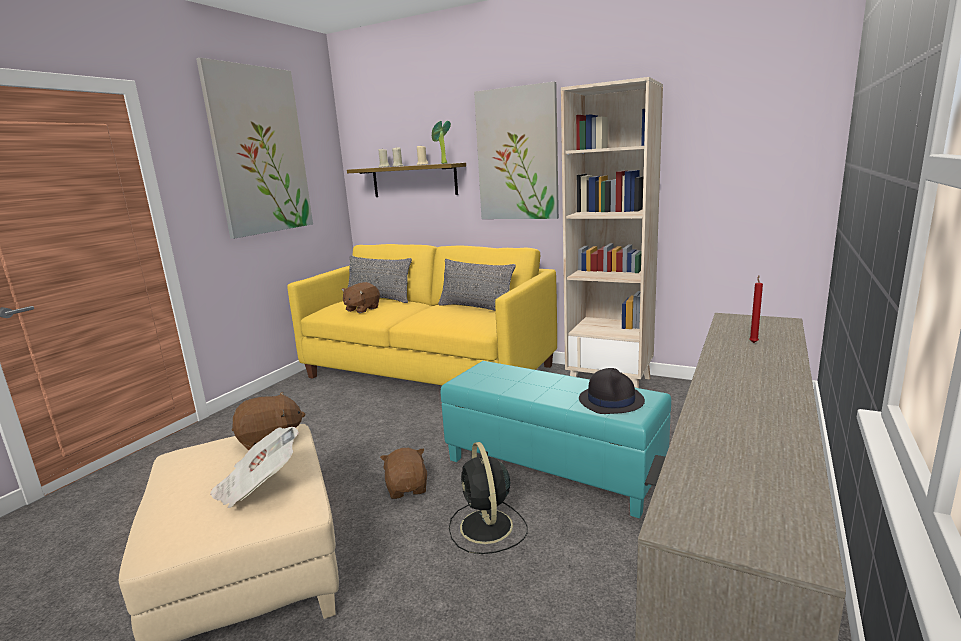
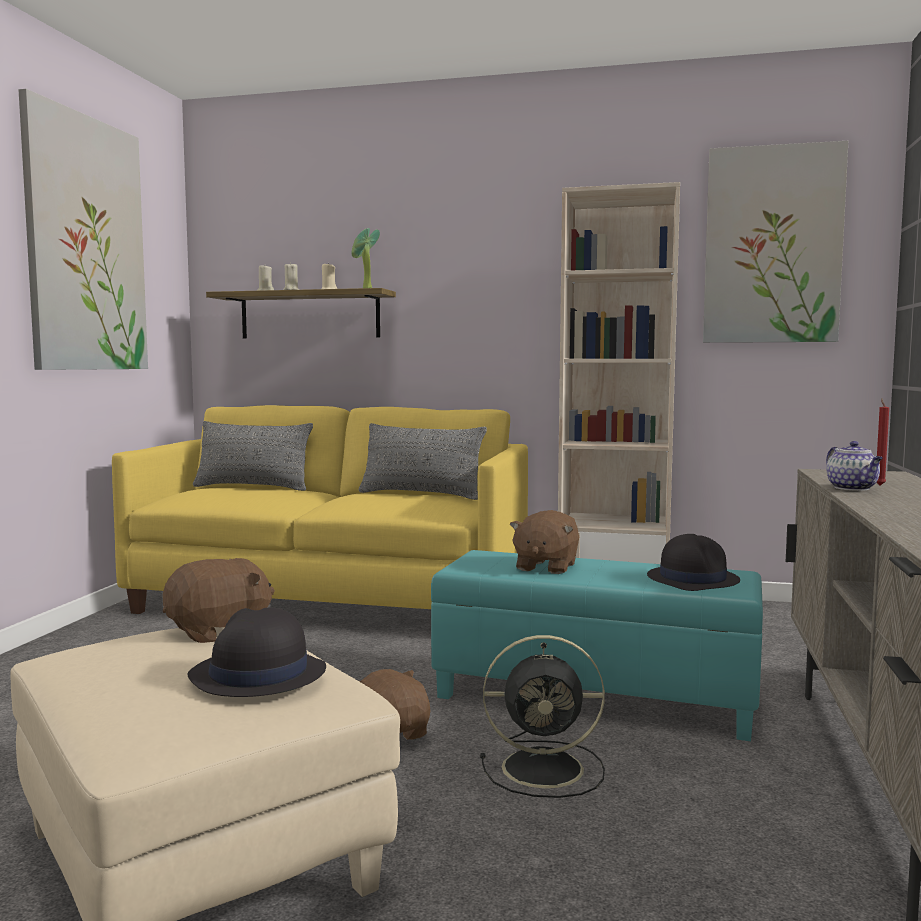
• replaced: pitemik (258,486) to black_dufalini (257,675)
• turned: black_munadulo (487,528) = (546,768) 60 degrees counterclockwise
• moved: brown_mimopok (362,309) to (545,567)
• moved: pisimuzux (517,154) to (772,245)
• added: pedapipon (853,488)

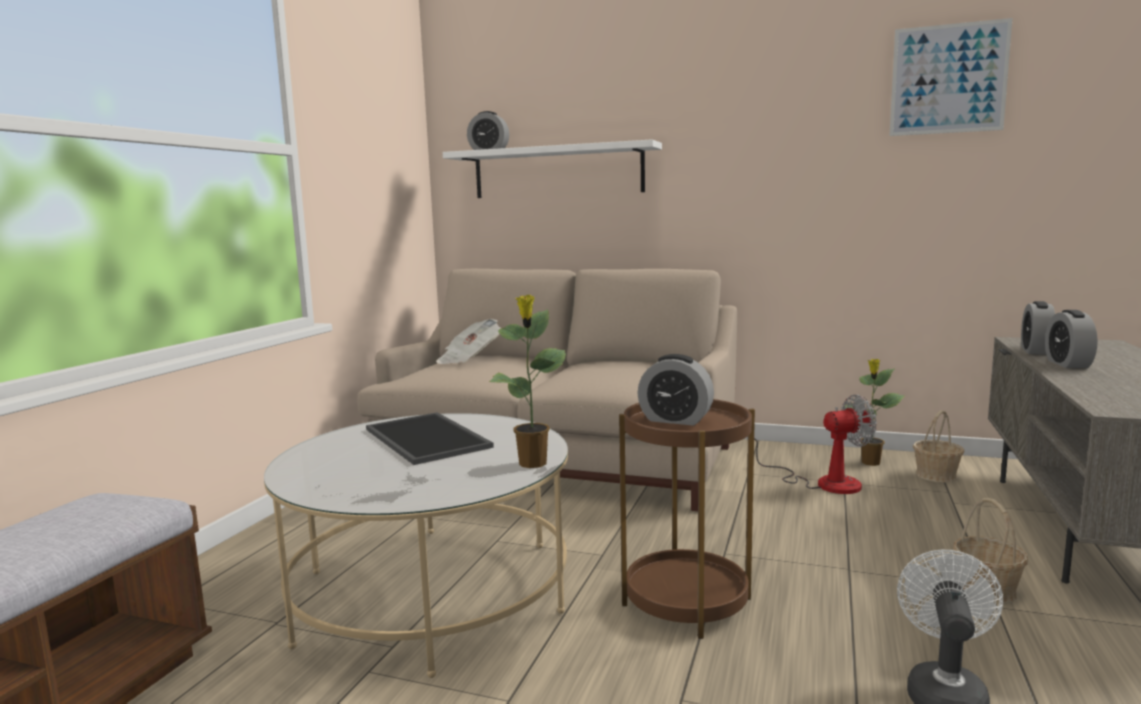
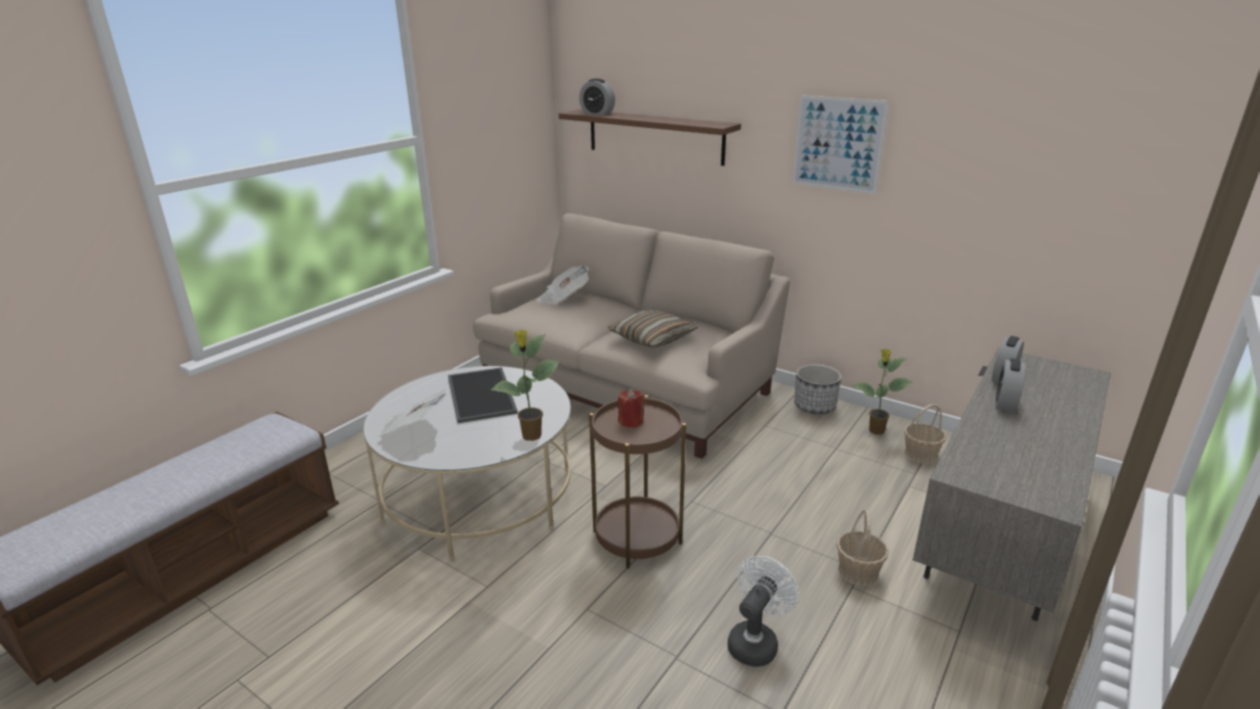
• added: pitemik (414,430)
• recoloured: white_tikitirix (557,172) to brown_tikitirix (655,136)
• added: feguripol (652,338)
• replaced: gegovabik (675,420) to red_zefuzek (631,421)
• moved: pisimuzux (948,79) to (838,144)
• added: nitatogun (815,406)
• removed: munadulo (823,482)

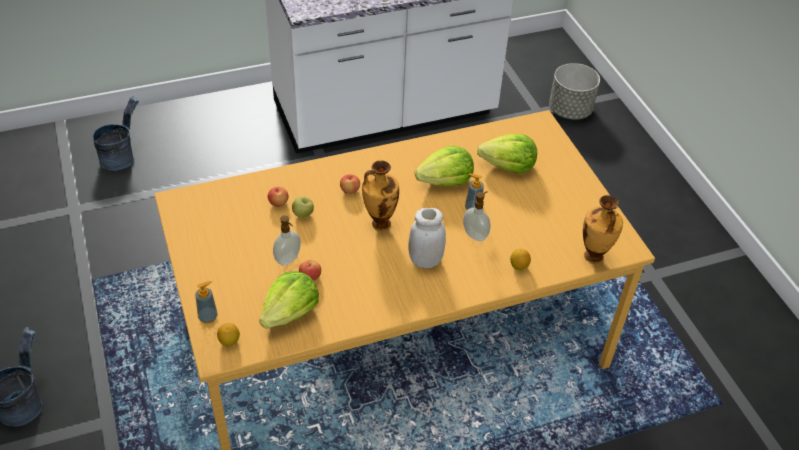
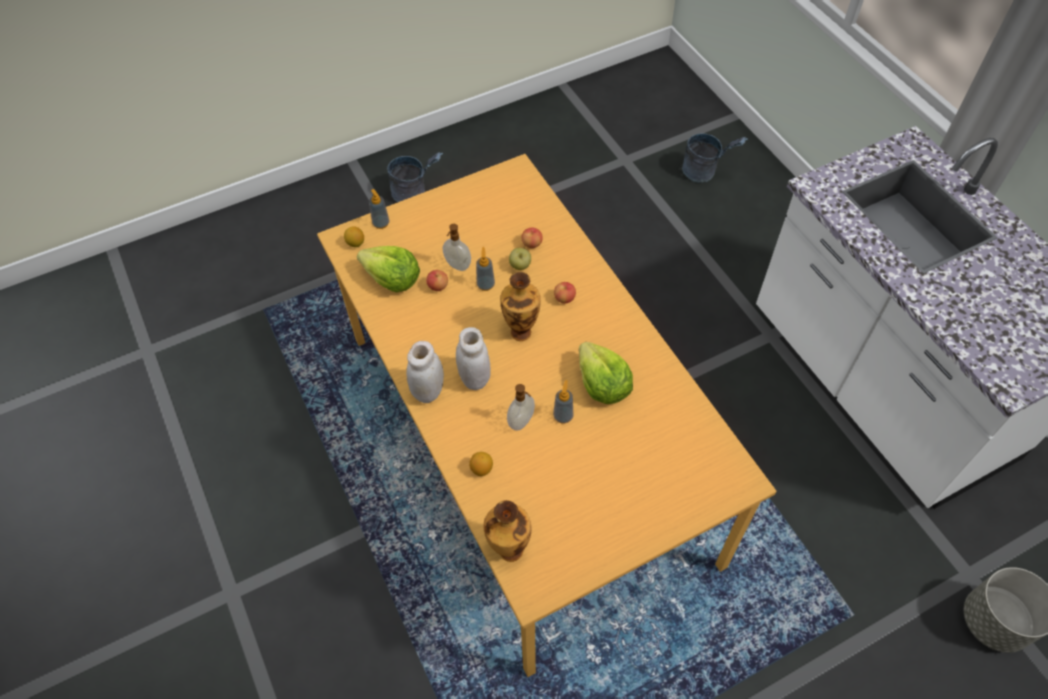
• added: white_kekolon (428,391)
• added: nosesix (485,284)
• removed: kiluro (508,166)

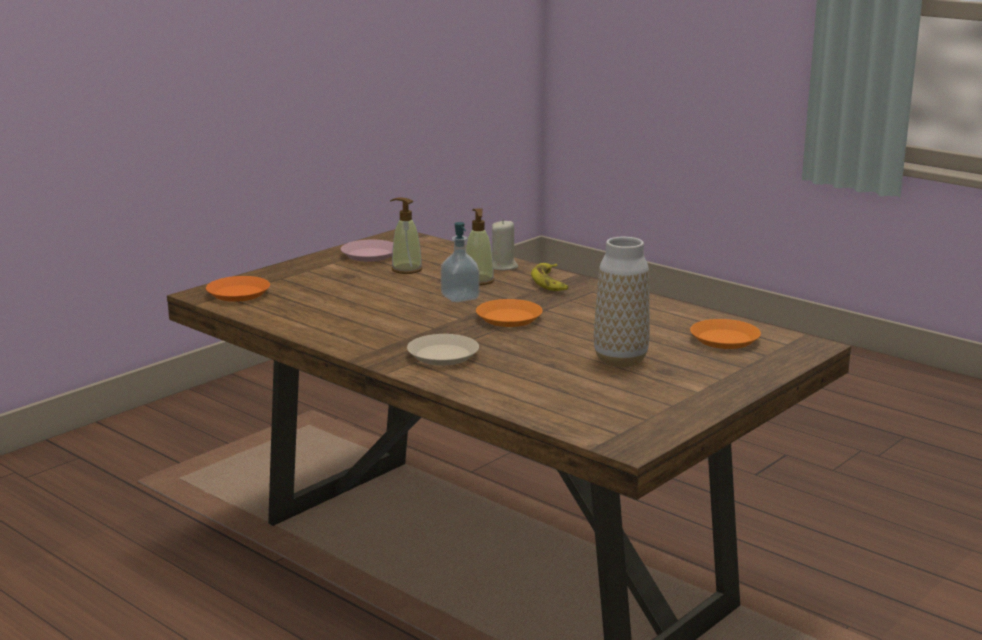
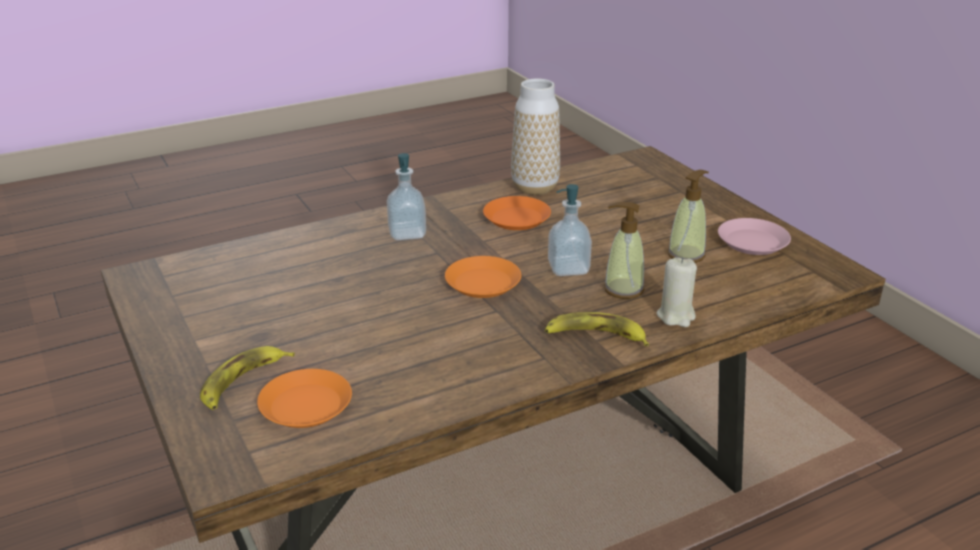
• added: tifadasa (243,382)
• replaced: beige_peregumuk (442,355) to nosesix (407,233)
• moved: orange_peregumuk (238,293) to (517,218)
• moved: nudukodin (620,360) to (535,188)

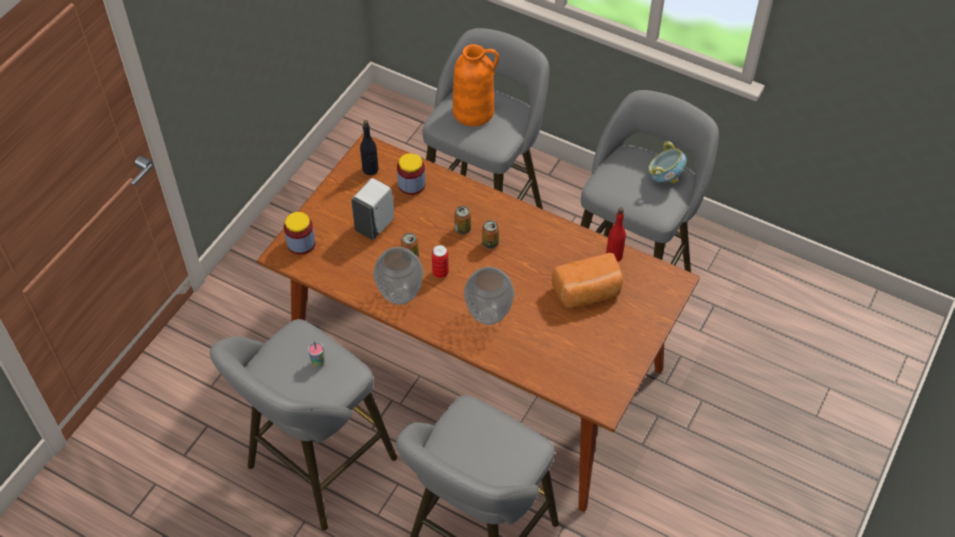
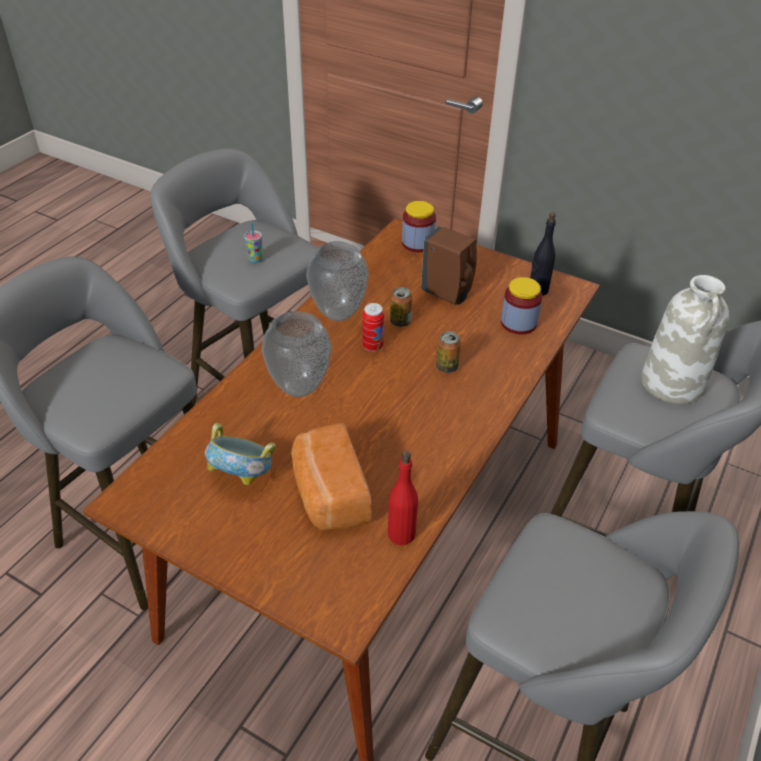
• moved: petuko (664,177) to (242,476)
• recoloured: white_nosesix (375,225) to brown_nosesix (448,295)
• recoloured: orange_nudukodin (474,111) to white_nudukodin (673,384)
• removed: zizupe (490,243)

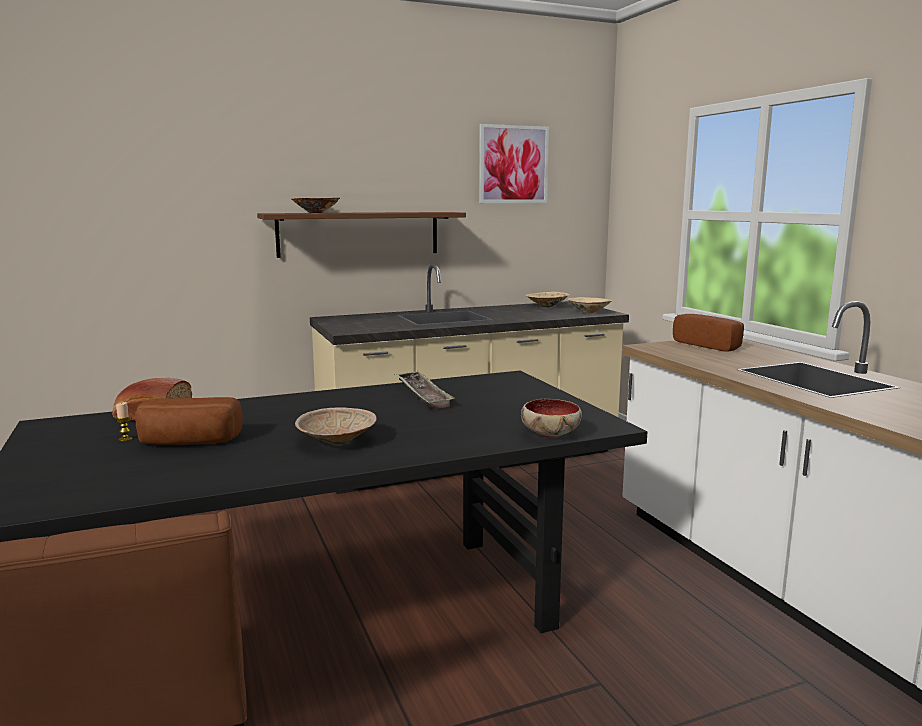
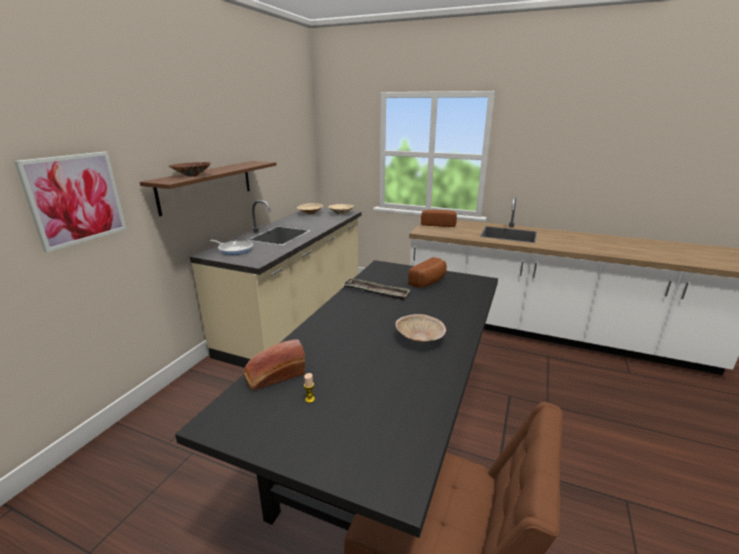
• moved: pisimuzux (513,164) to (76,199)
• added: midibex (234,249)
• moved: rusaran (188,442) to (429,282)
• removed: petuko (549,434)

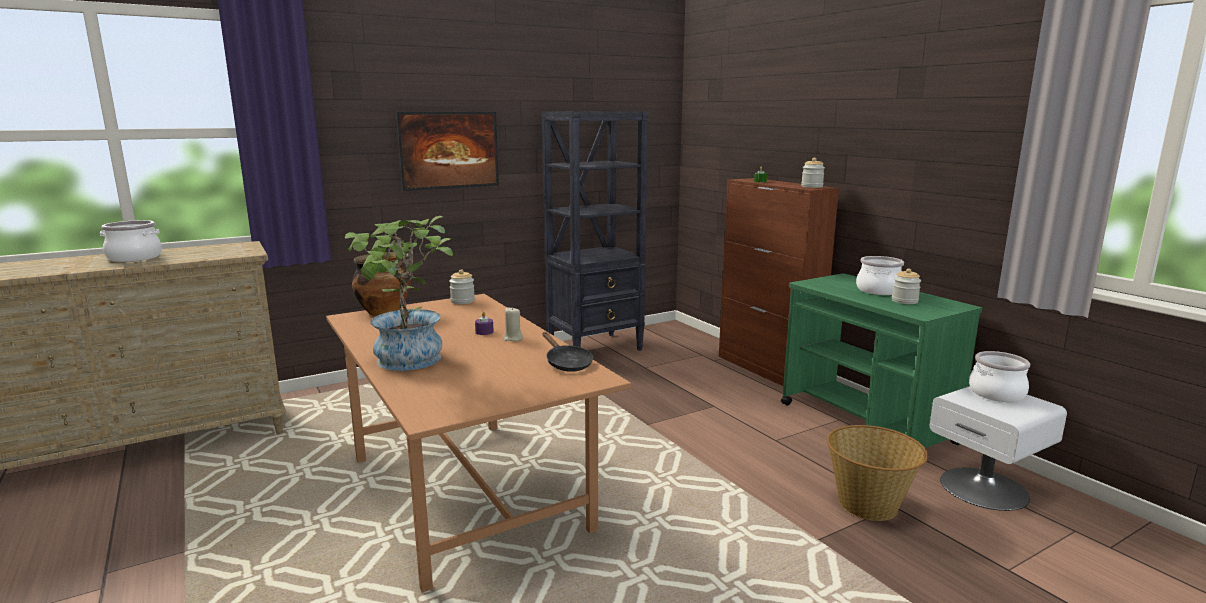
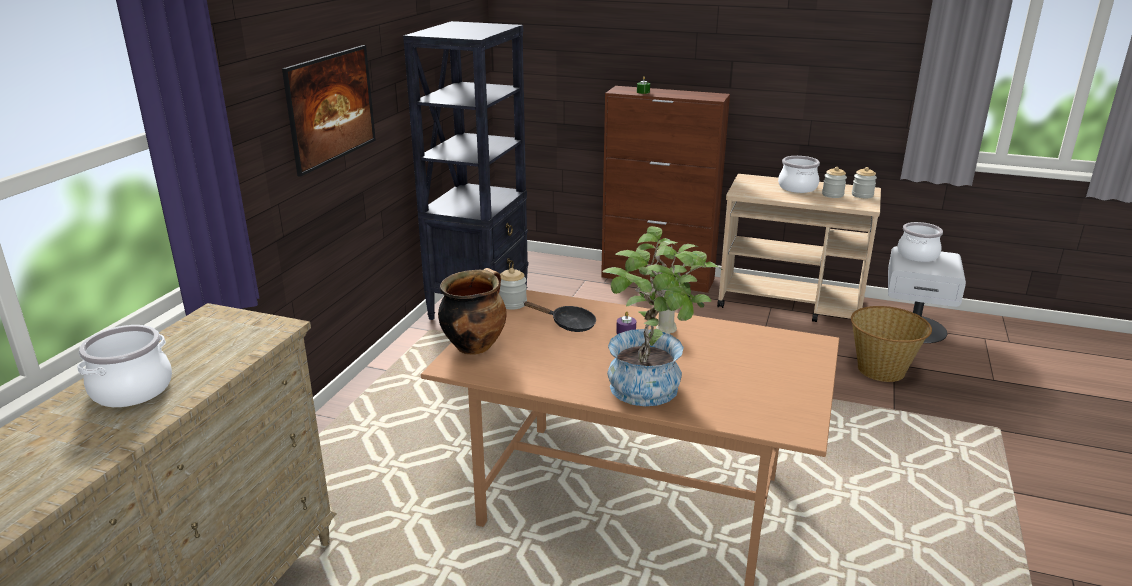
• moved: black_midibex (566,363) to (568,324)
• recoloured: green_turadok (866,423) to beige_turadok (791,304)
• moved: kekolon (812,186) to (862,195)

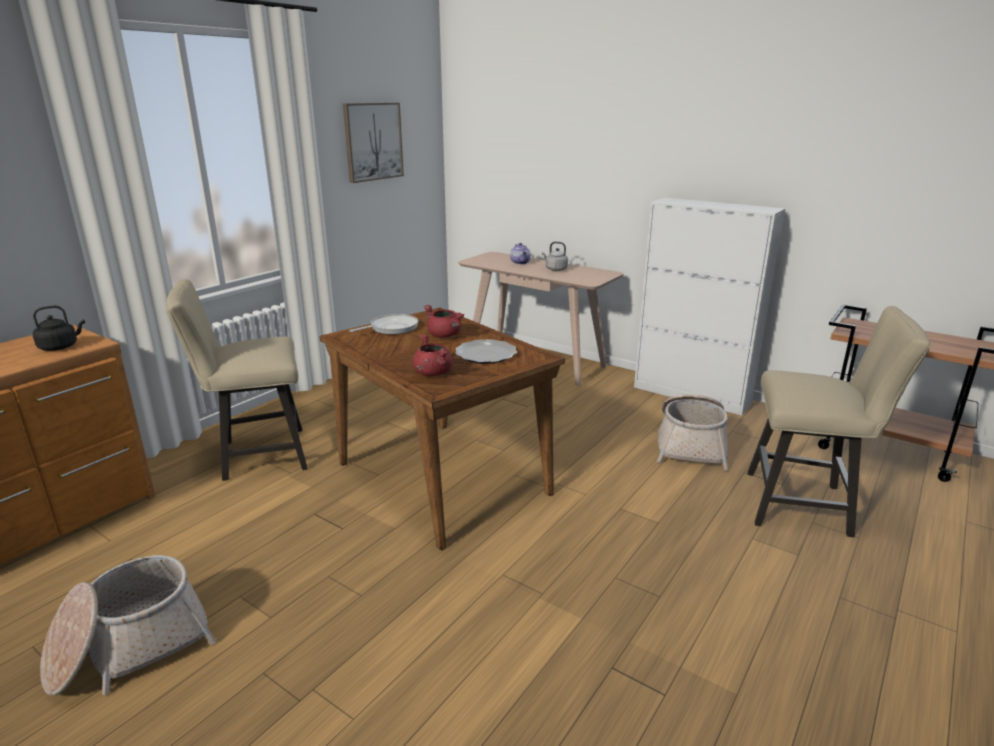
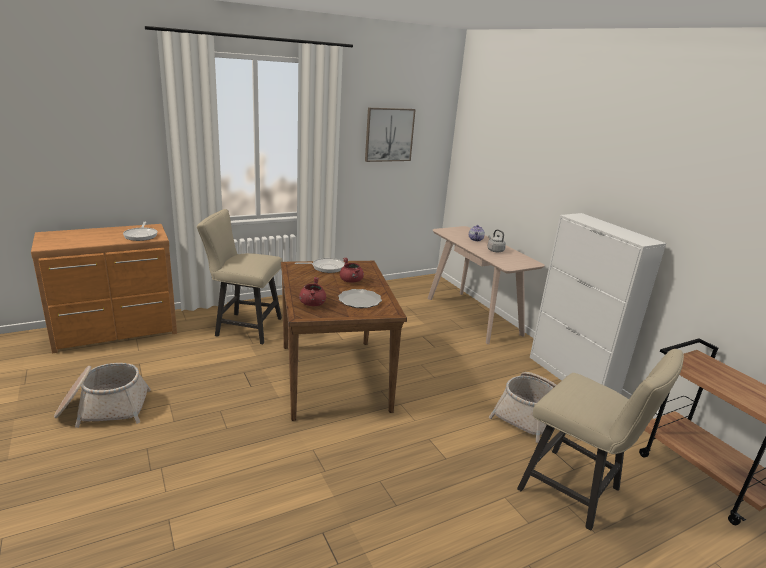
• replaced: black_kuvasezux (61,347) to midibex (141,235)

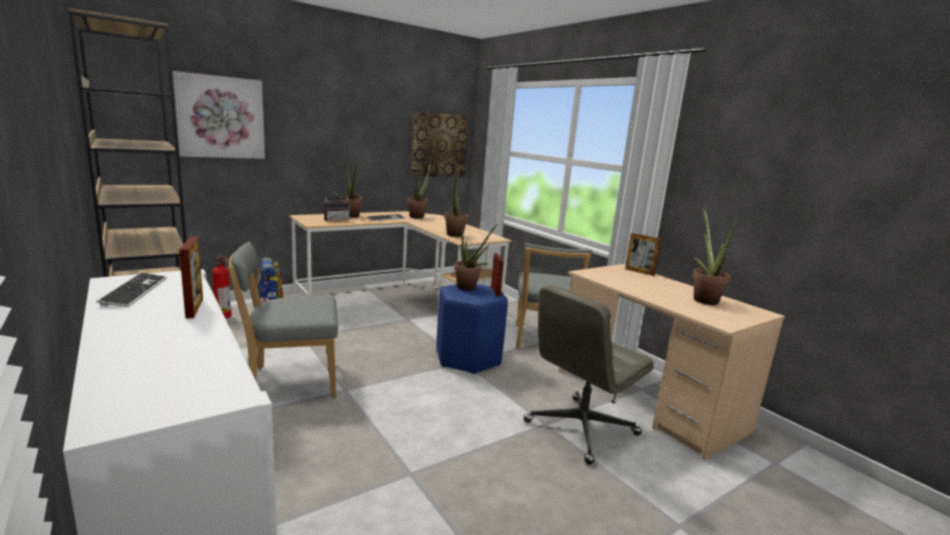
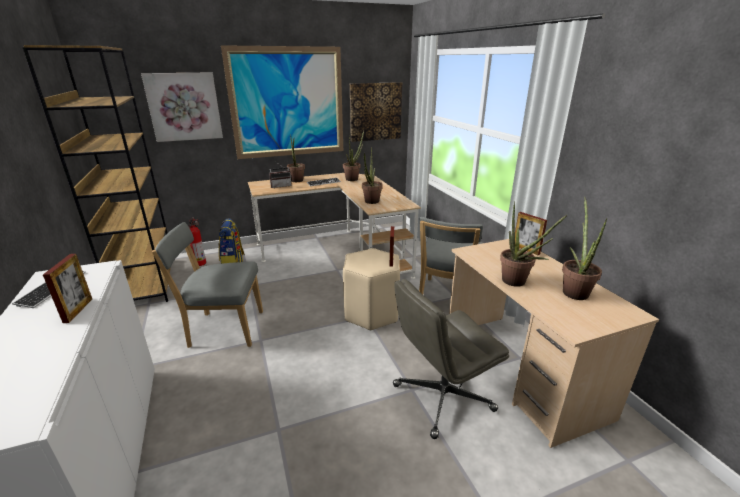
• added: pisimuzux (288,103)
• recoloured: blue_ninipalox (467,358) to beige_ninipalox (371,313)
• moved: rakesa (469,288) to (517,283)

